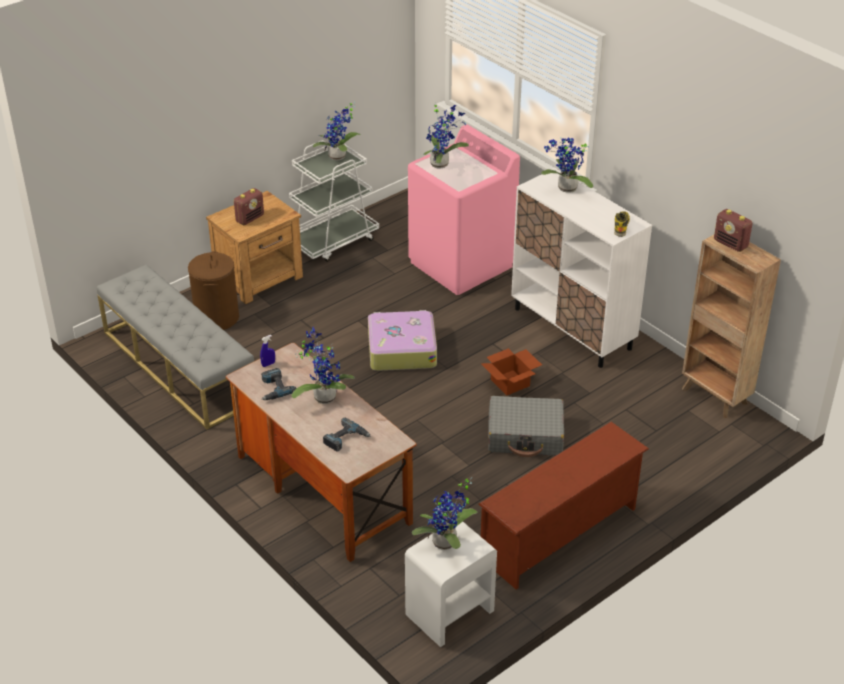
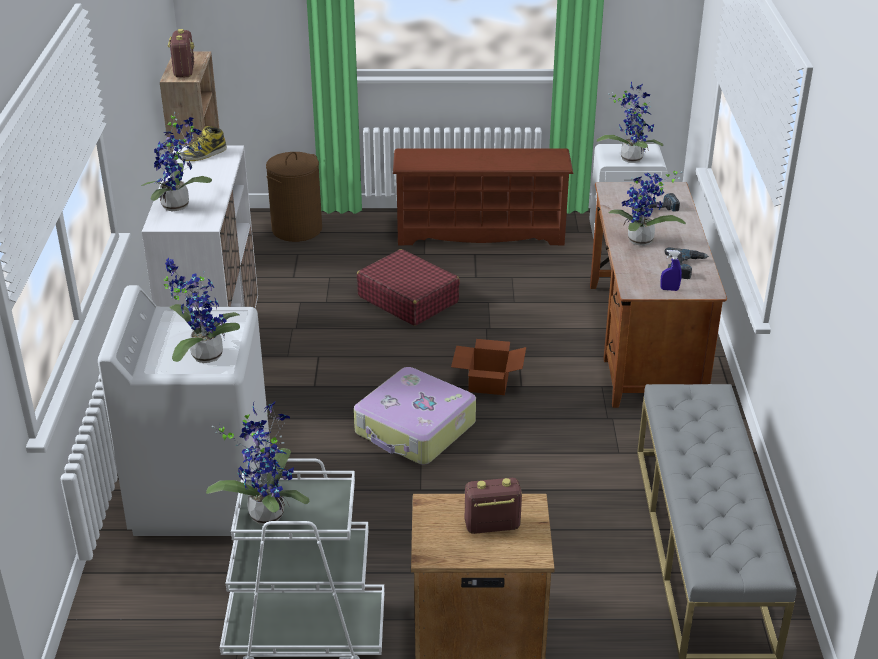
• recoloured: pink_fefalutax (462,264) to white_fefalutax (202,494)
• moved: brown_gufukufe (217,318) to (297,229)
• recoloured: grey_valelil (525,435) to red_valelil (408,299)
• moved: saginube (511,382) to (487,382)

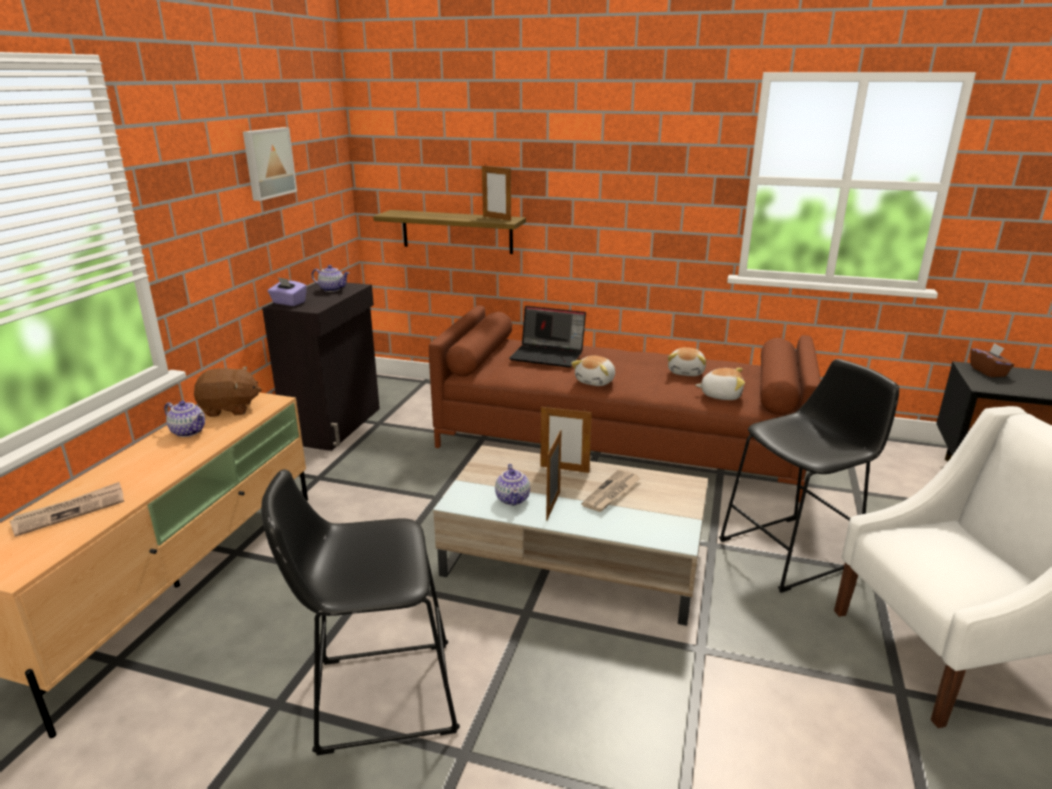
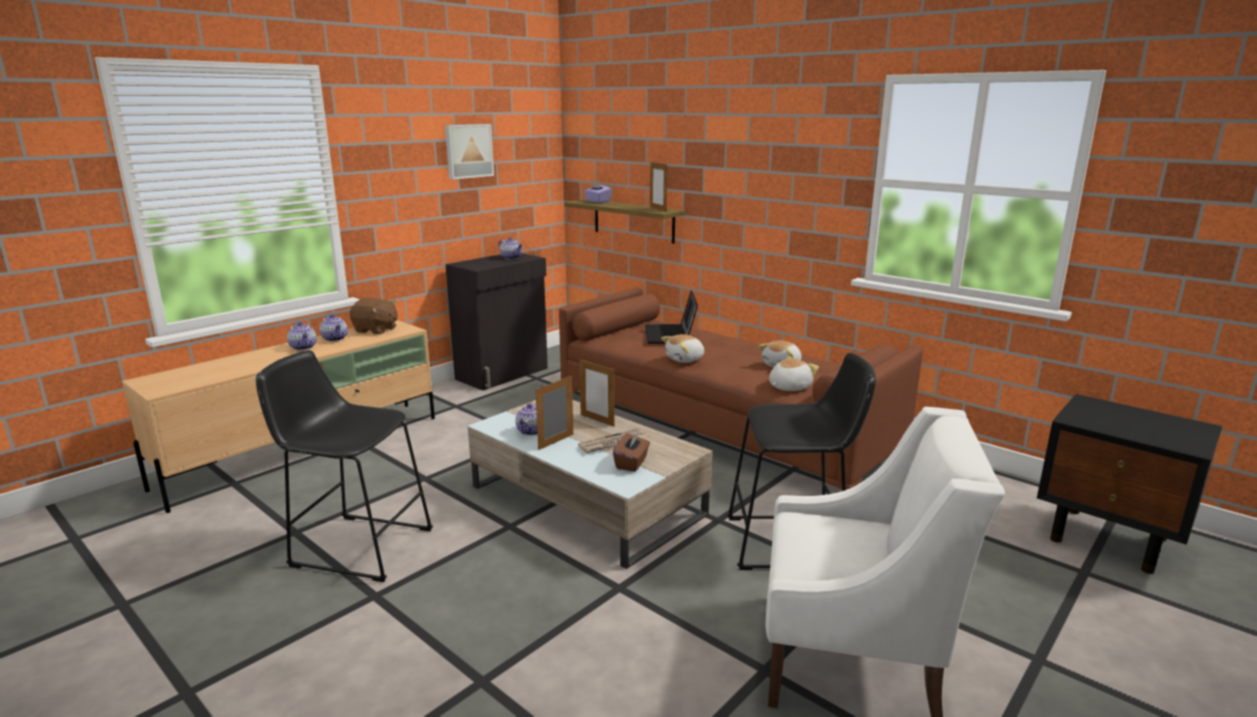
• added: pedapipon (304,347)
• moved: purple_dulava (288,303) to (597,201)
• moved: brown_dulava (988,372) to (632,463)
• turned: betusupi (548,355) = (670,335) 45 degrees clockwise
• turned: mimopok (721,395) = (788,387) 75 degrees counterclockwise
• removed: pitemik (70,511)

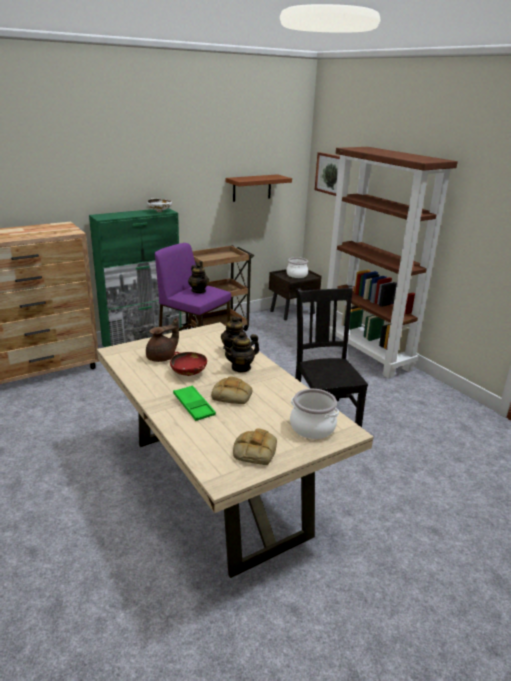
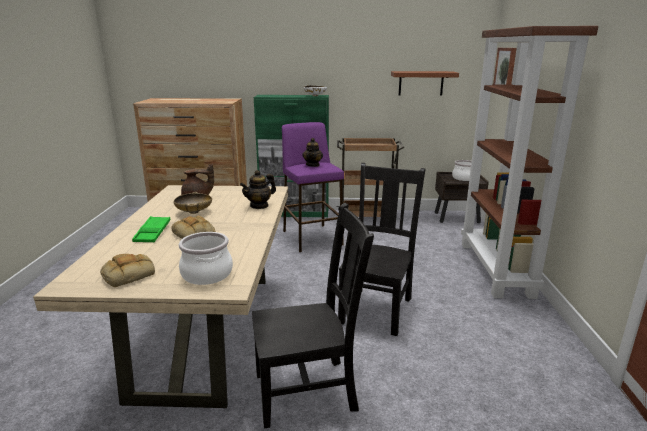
• recoloured: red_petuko (189,373) to beige_petuko (194,212)
• added: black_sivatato (309,391)
• removed: pedapipon (241,367)

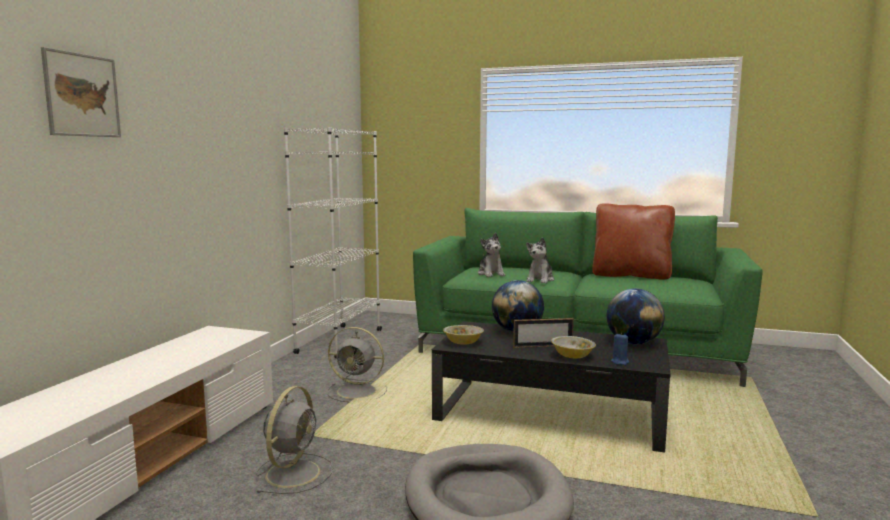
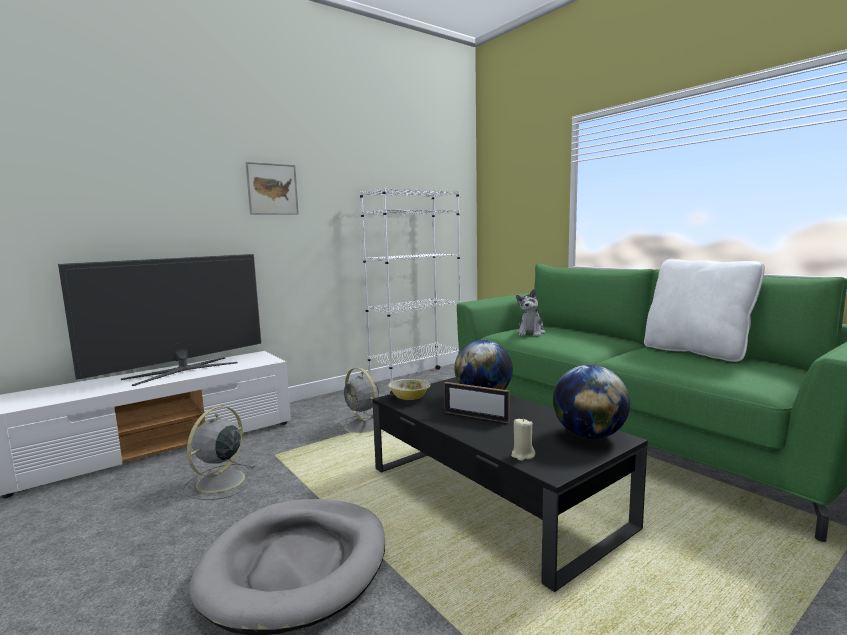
• added: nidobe (182,370)
• turned: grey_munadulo (294,472) = (219,482) 150 degrees clockwise
• moved: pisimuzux (82,95) to (272,189)
• recoloured: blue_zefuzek (620,362) to beige_zefuzek (522,455)
• recoloured: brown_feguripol (631,275) to white_feguripol (696,352)
• removed: mimopok (540,280)
• removed: petuko (572,356)

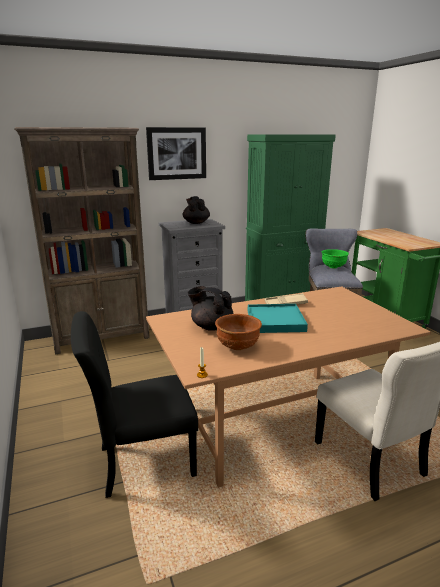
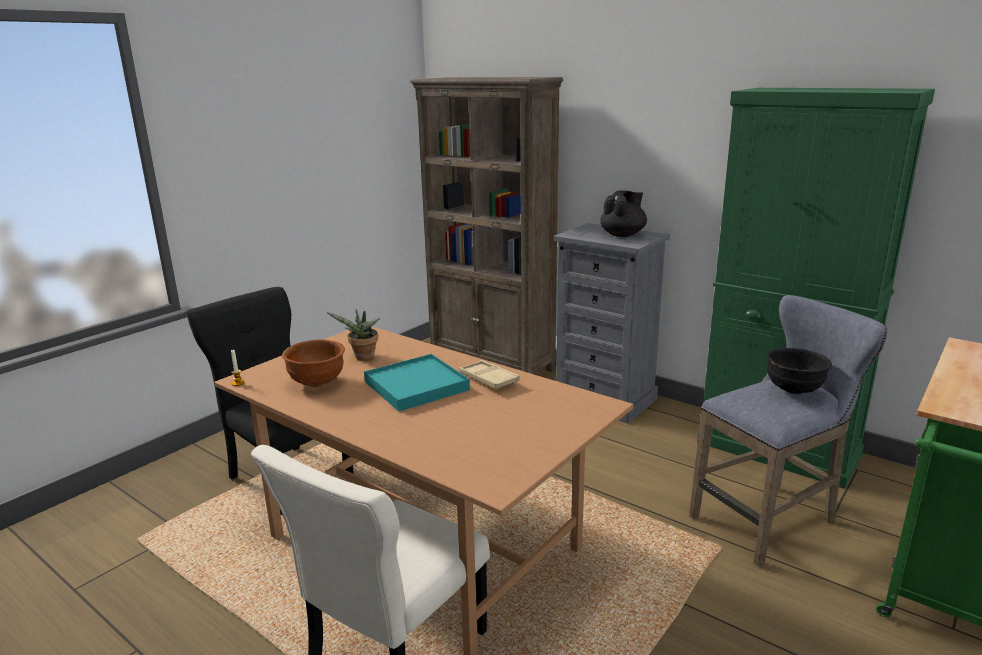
• replaced: black_pedapipon (211,326) to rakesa (363,358)
• recoloured: green_petuko (333,267) to black_petuko (794,390)
• removed: pisimuzux (176,153)

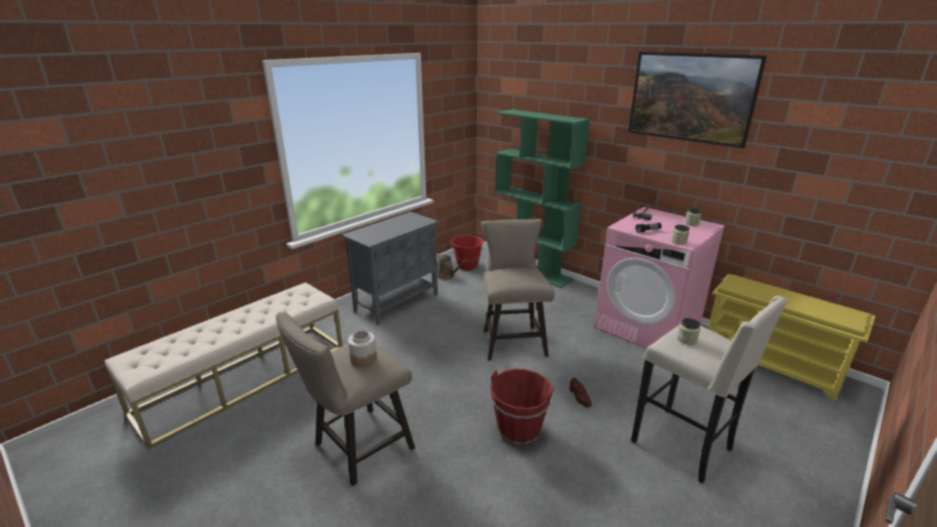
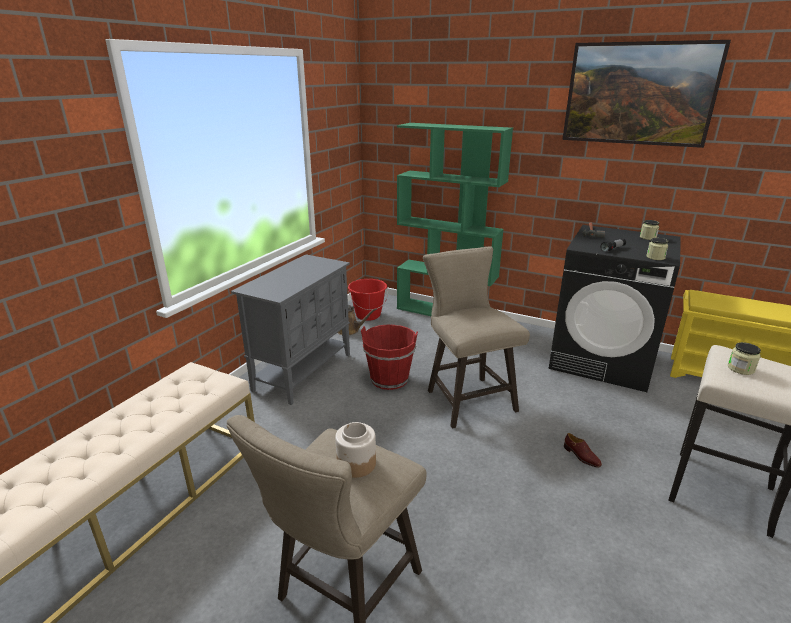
• moved: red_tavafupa (518,430) to (389,379)
• recoloured: pink_fefalutax (648,327) to black_fefalutax (602,360)

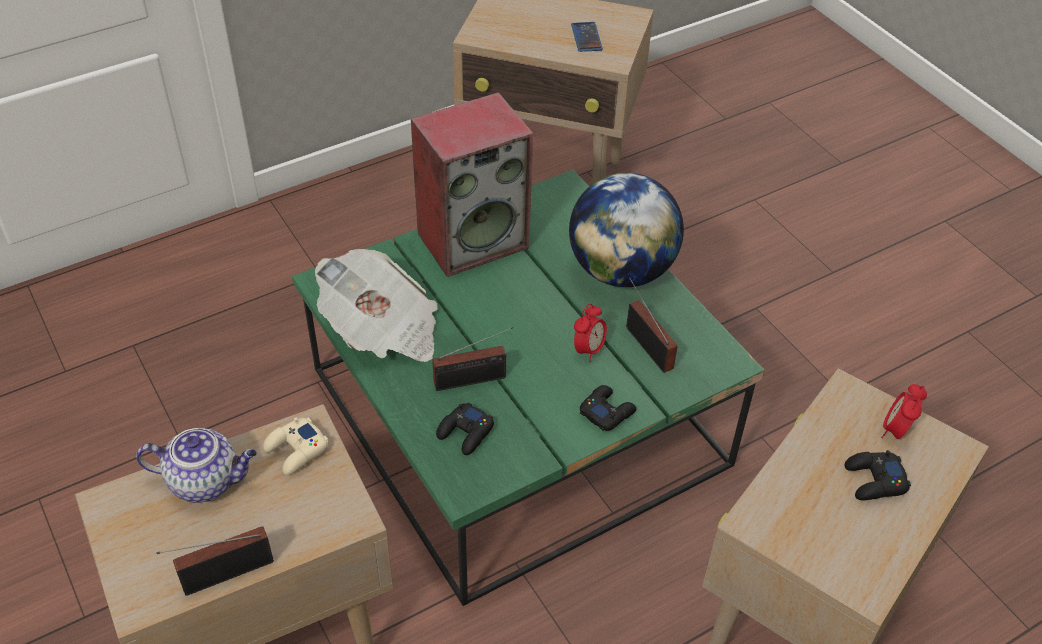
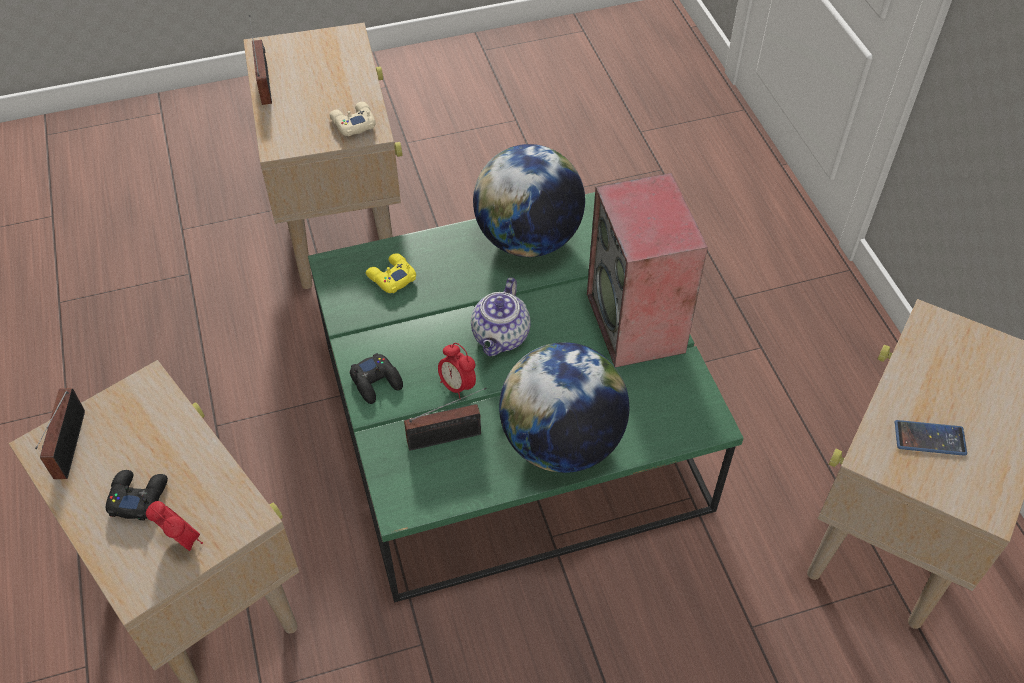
• moved: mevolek (474,380) to (67,449)
• recoloured: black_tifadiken (465,433) to yellow_tifadiken (391,277)
• moved: pedapipon (206,481) to (501,337)
• replaced: pitemik (382,330) to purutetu (528,239)

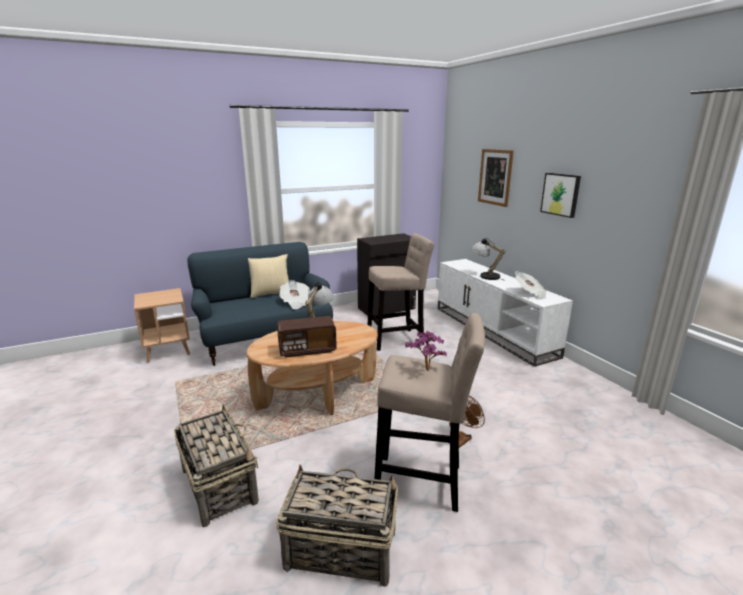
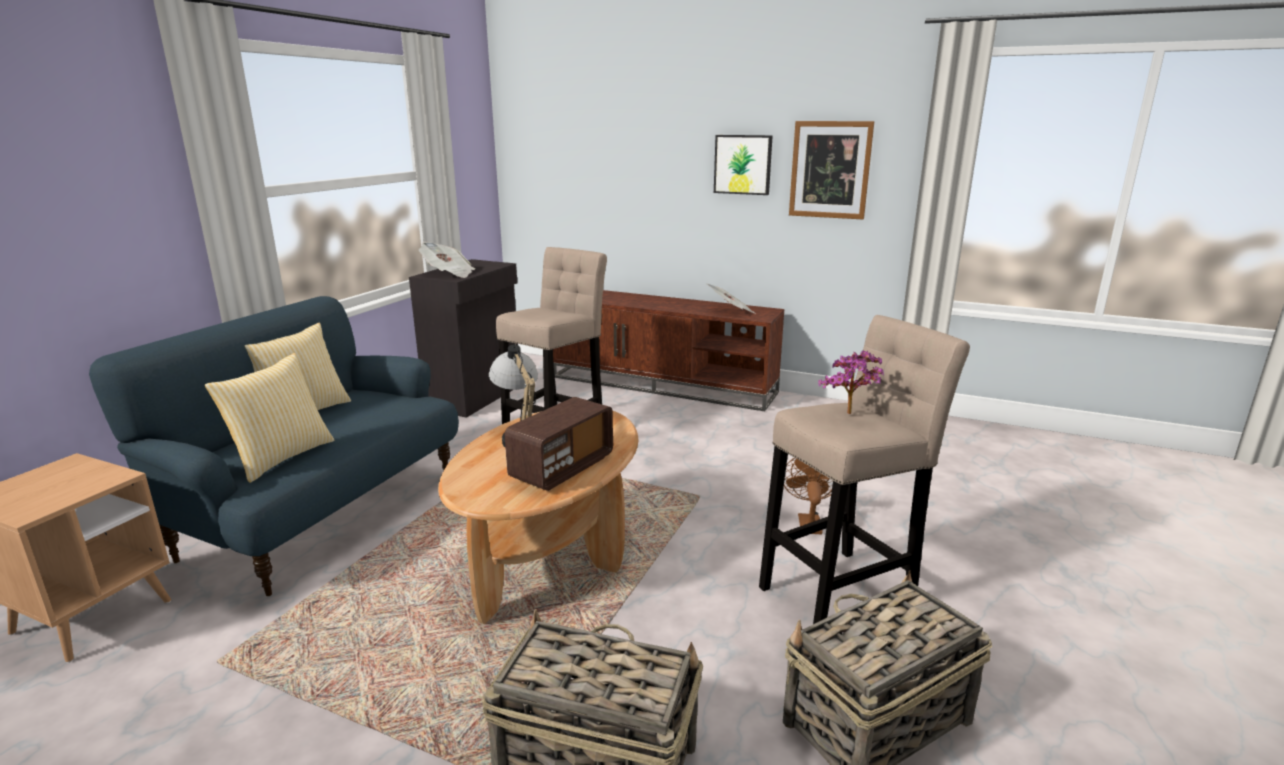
• added: feguripol (281,457)
• moved: pitemik (296,303) to (448,274)
• recoloured: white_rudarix (493,330) to brown_rudarix (664,384)
• moved: pisimuzux (495,177) to (830,170)
• removed: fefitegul (485,275)

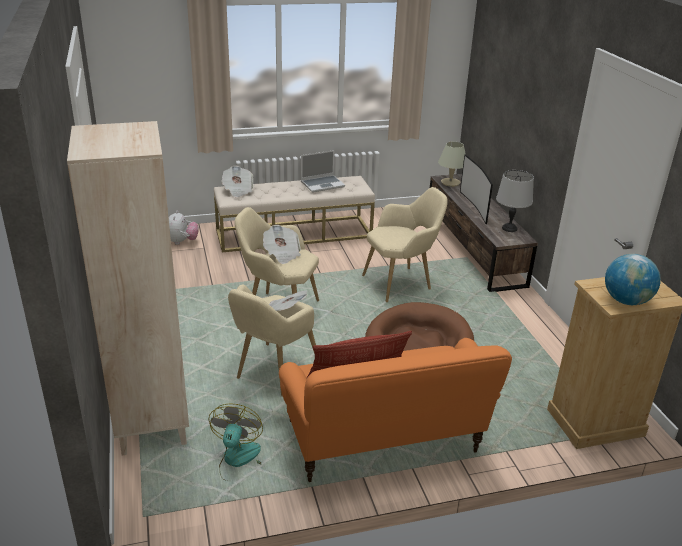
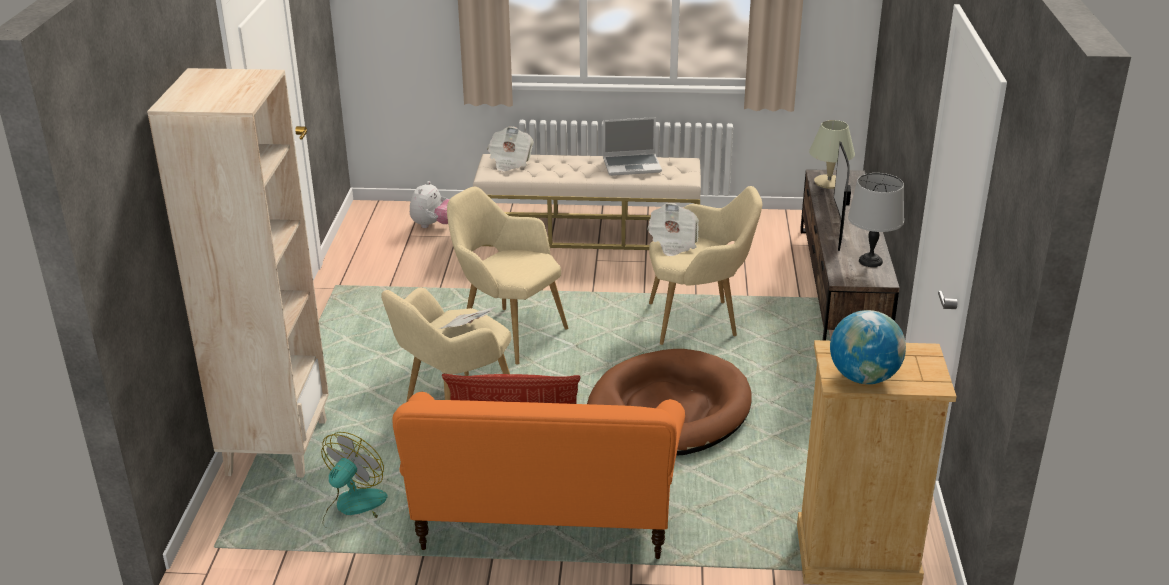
• moved: pitemik (282,254) to (673,243)

